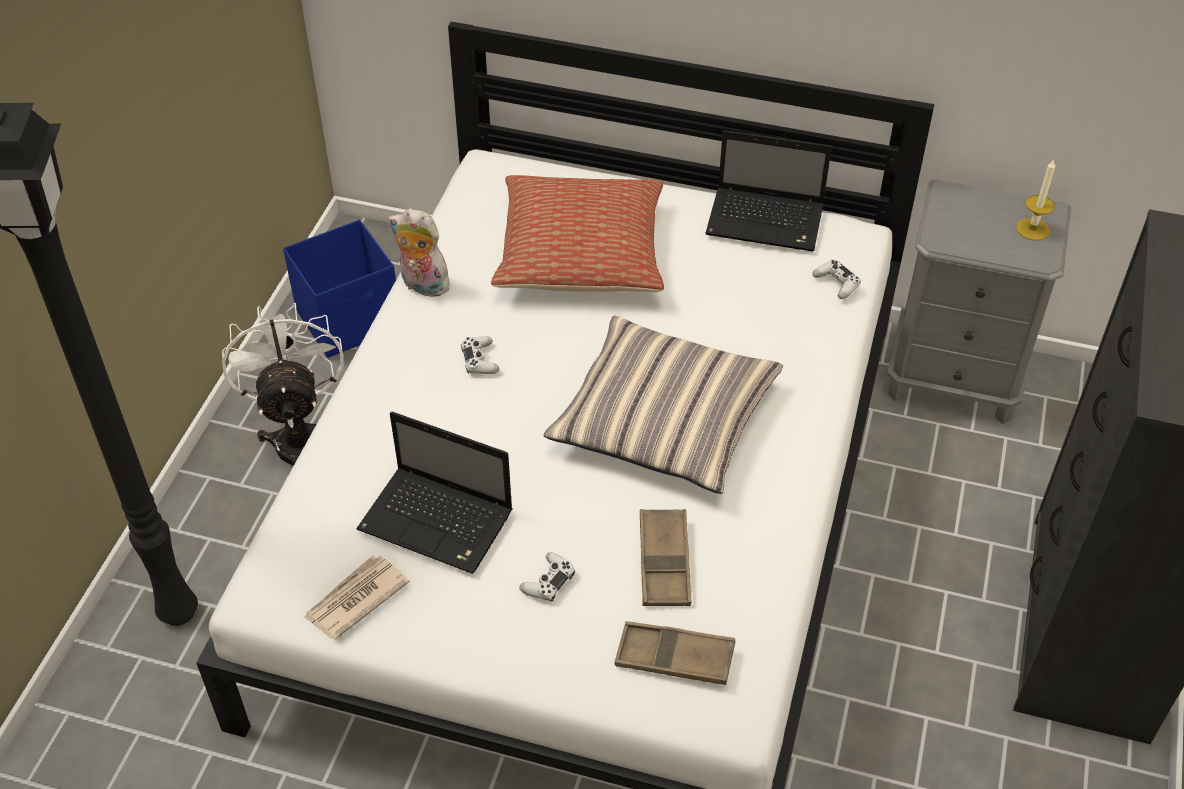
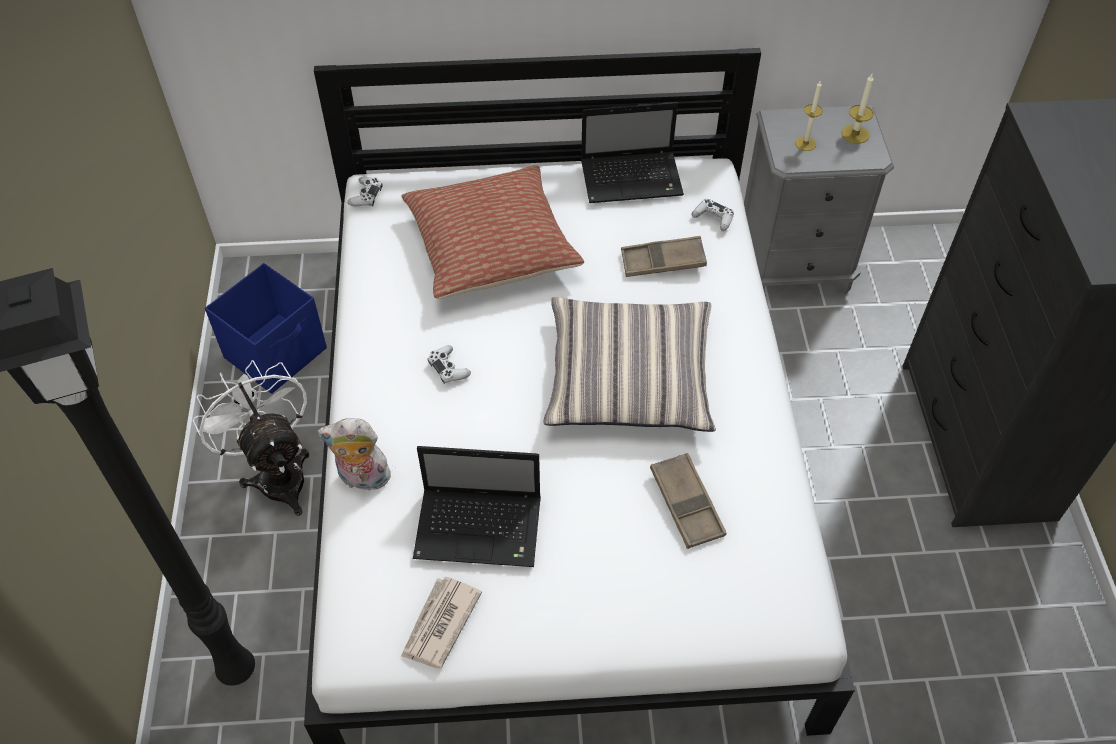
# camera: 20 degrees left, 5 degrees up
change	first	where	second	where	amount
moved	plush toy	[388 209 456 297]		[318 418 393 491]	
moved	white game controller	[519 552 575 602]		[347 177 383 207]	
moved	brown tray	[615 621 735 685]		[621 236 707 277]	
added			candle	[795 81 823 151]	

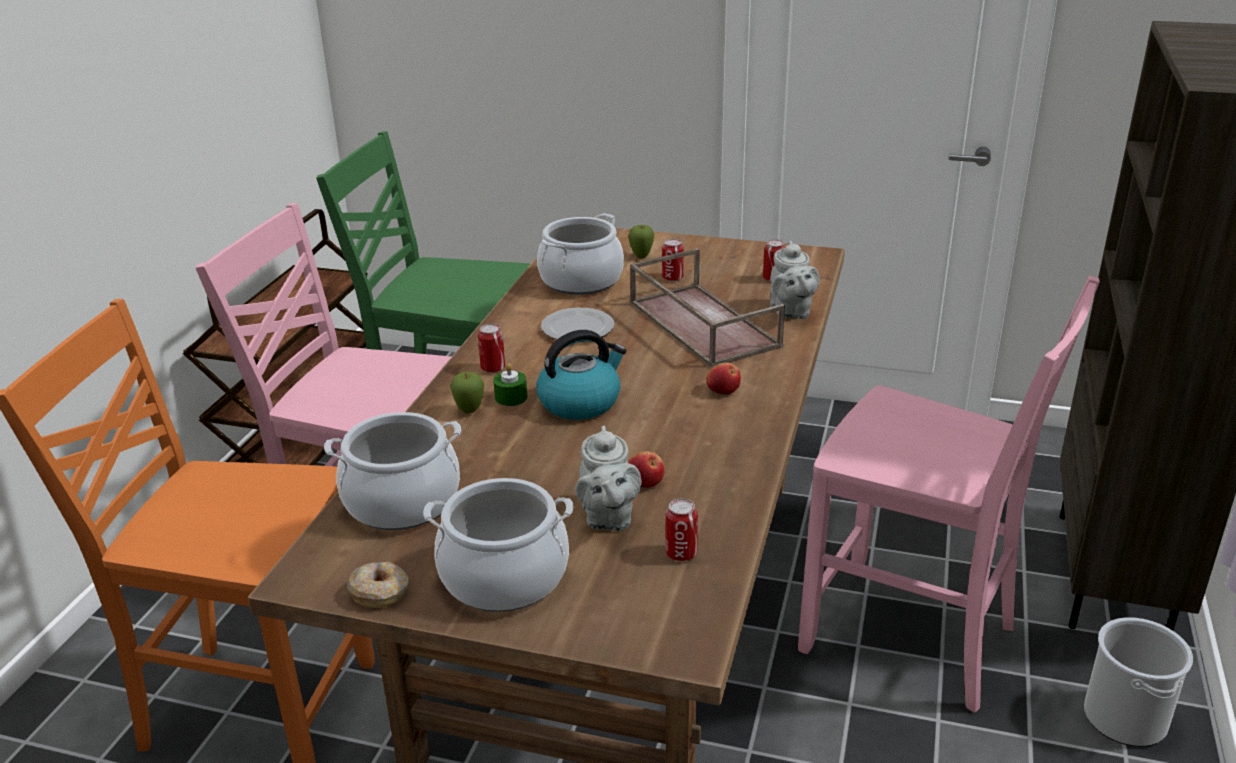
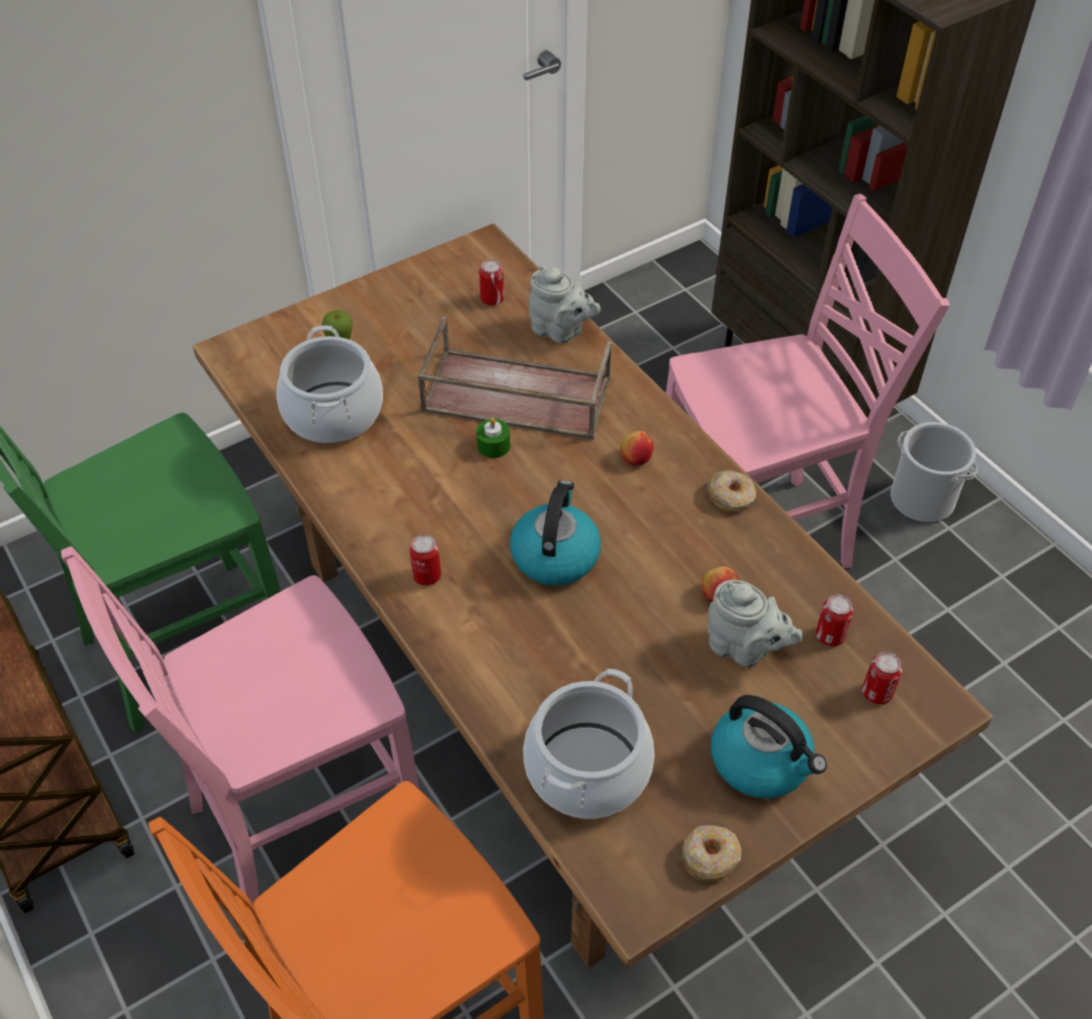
# camera: 50 degrees left, 20 degrees up
change	first	where	second	where	amount
moved	green candle	[493 363 528 406]		[476 418 510 458]	
added			donut	[707 470 756 512]	
replaced	cooking pot	[423 478 573 612]	kettle	[711 695 827 798]	
moved	can	[662 239 684 282]		[862 652 902 705]	
removed	apple	[450 372 484 413]			
removed	plate	[541 308 614 342]			

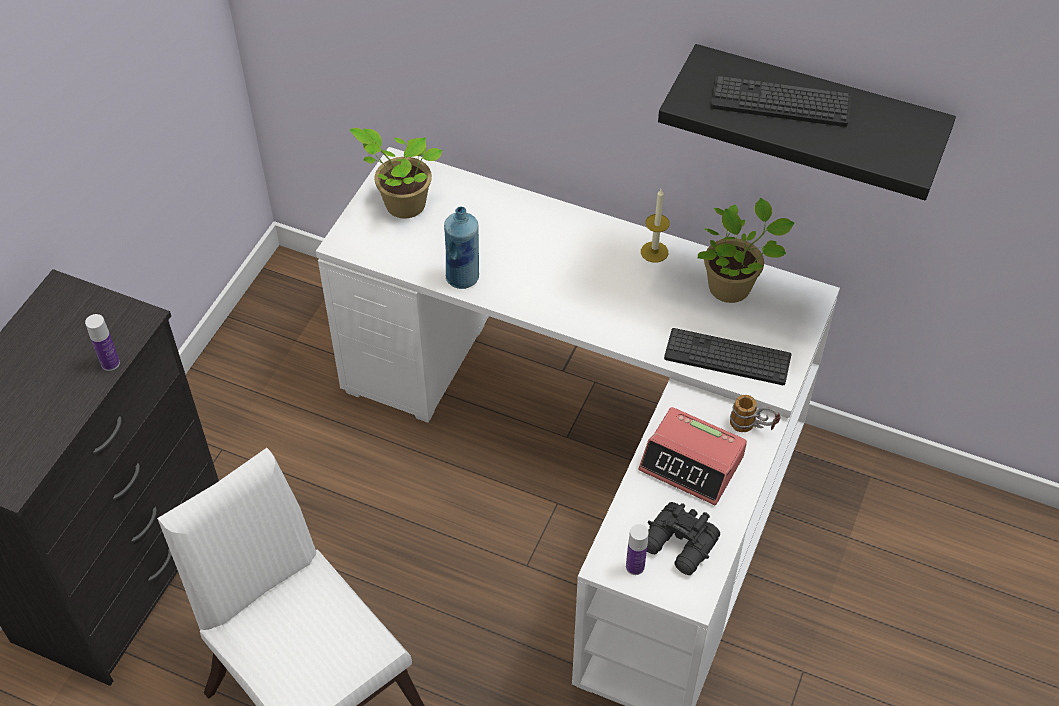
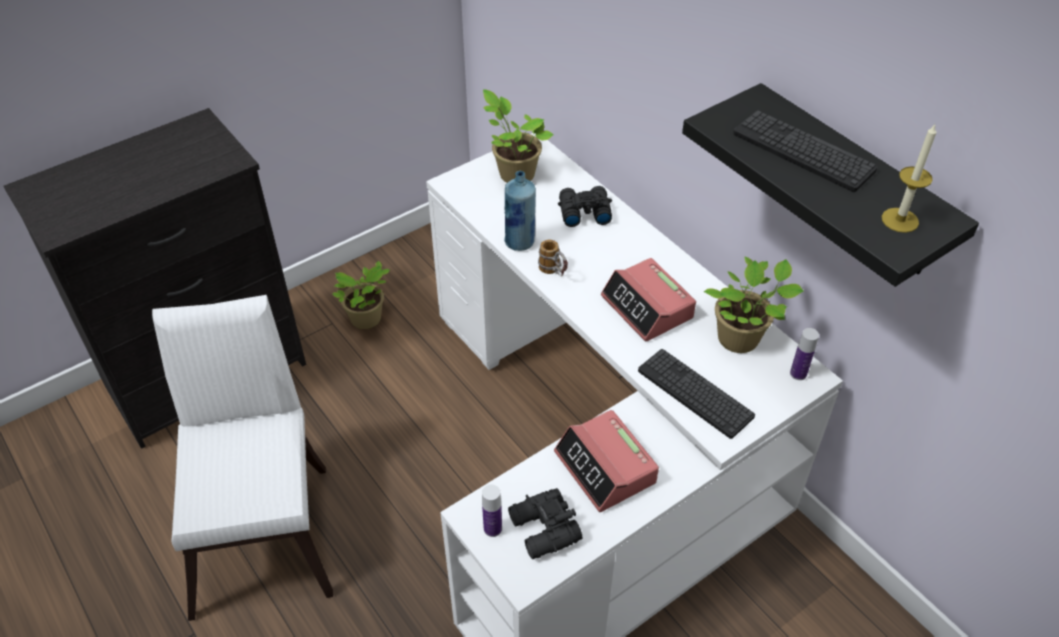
# camera: 30 degrees right, 5 degrees down
change	first	where	second	where	amount
added			potted plant	[332 261 390 329]	
moved	mug	[730 395 781 432]		[538 240 568 277]	
added			black binoculars	[558 186 612 227]	
added			alarm clock	[601 258 696 341]	
moved	bottle	[85 314 120 371]		[790 328 819 380]	
moved	candle	[641 189 670 263]		[882 125 937 233]	

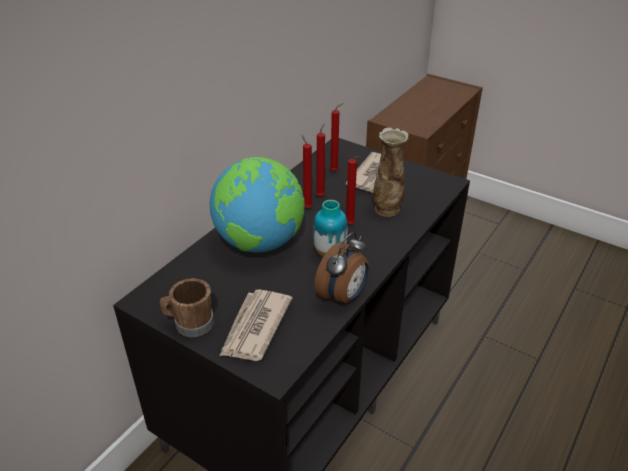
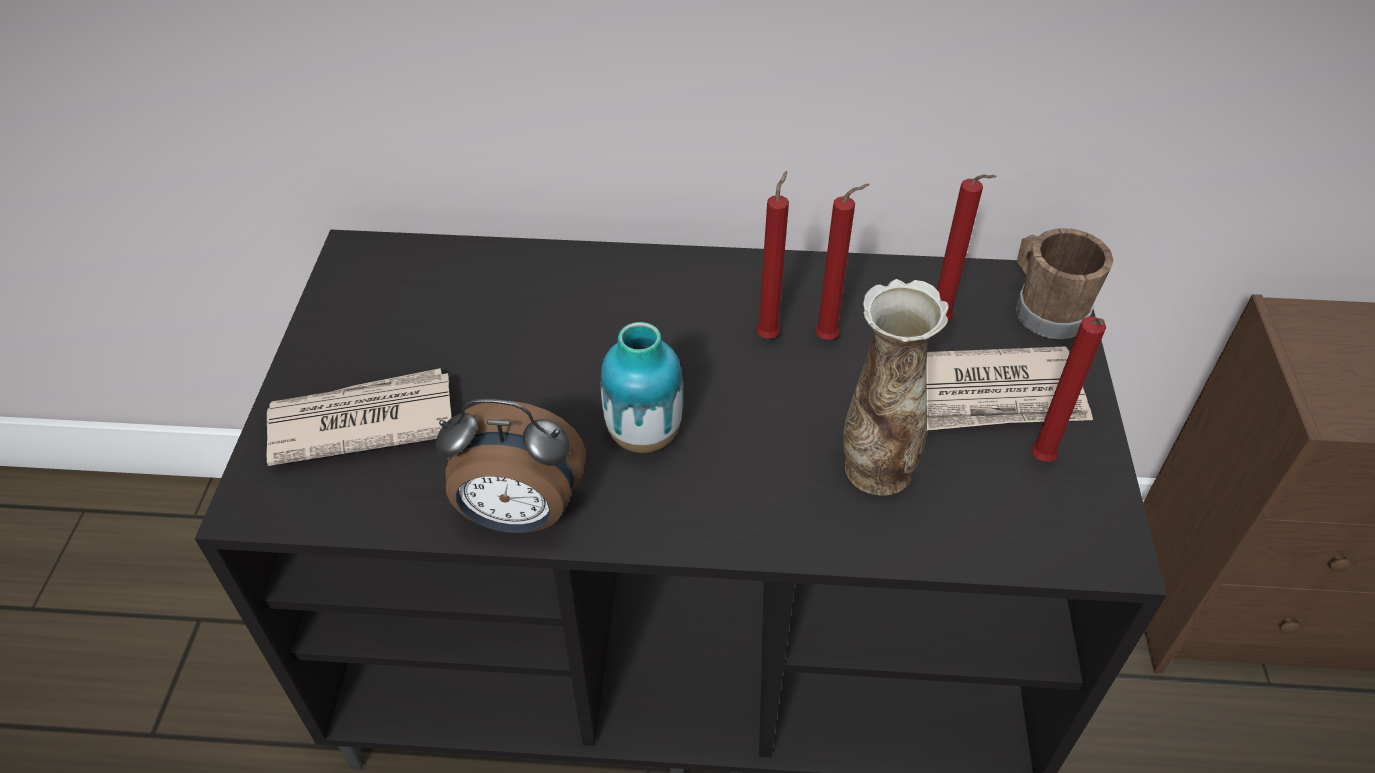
# camera: 60 degrees right, 10 degrees up
change	first	where	second	where	amount
moved	brown mug	[160 278 214 337]		[1016 228 1114 339]	
moved	red candle	[346 156 361 225]		[1031 317 1106 462]	
removed	globe	[210 157 305 252]			

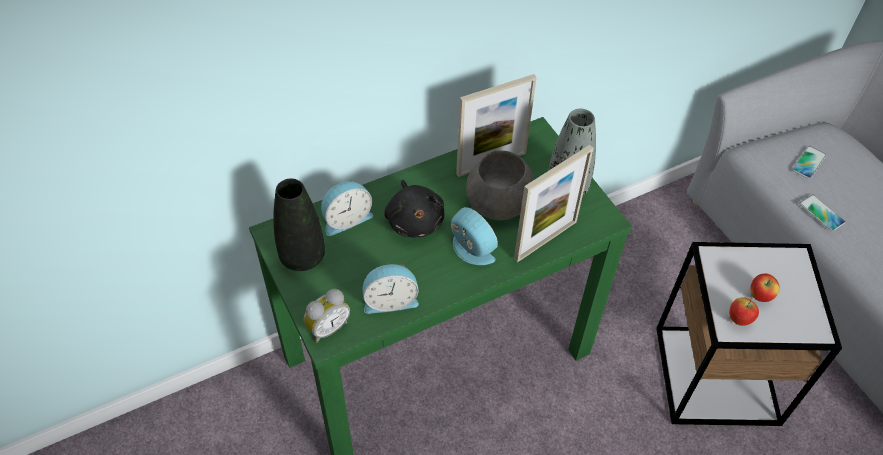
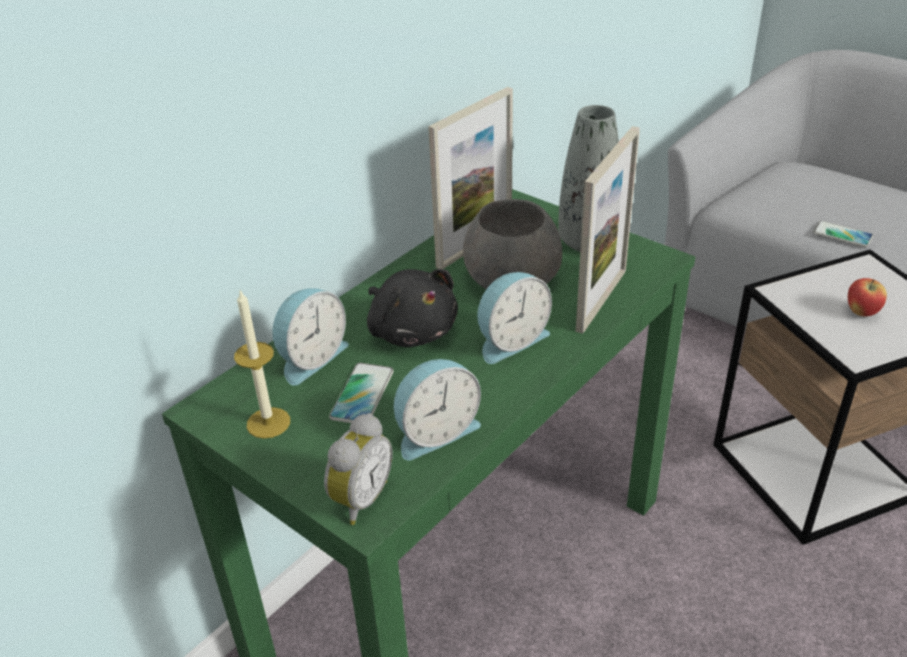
# camera: 20 degrees left, 15 degrees down
change	first	where	second	where	amount
replaced	black vase	[273 178 325 271]	candle	[234 290 290 439]	
moved	phone	[792 146 826 179]		[329 363 394 423]	
turned	alarm clock	[451 207 498 265]		[477 272 552 364]	120 degrees clockwise
removed	apple	[729 297 759 326]			

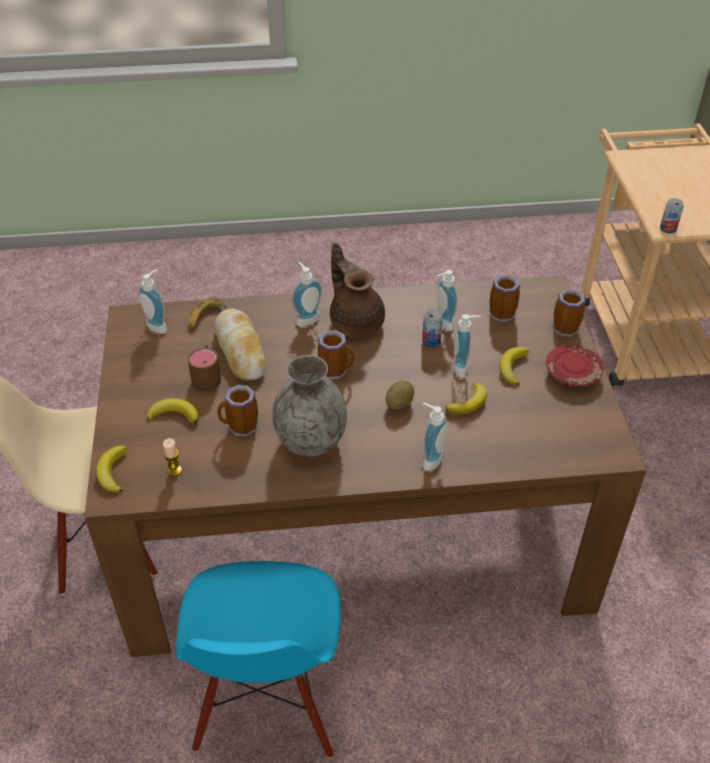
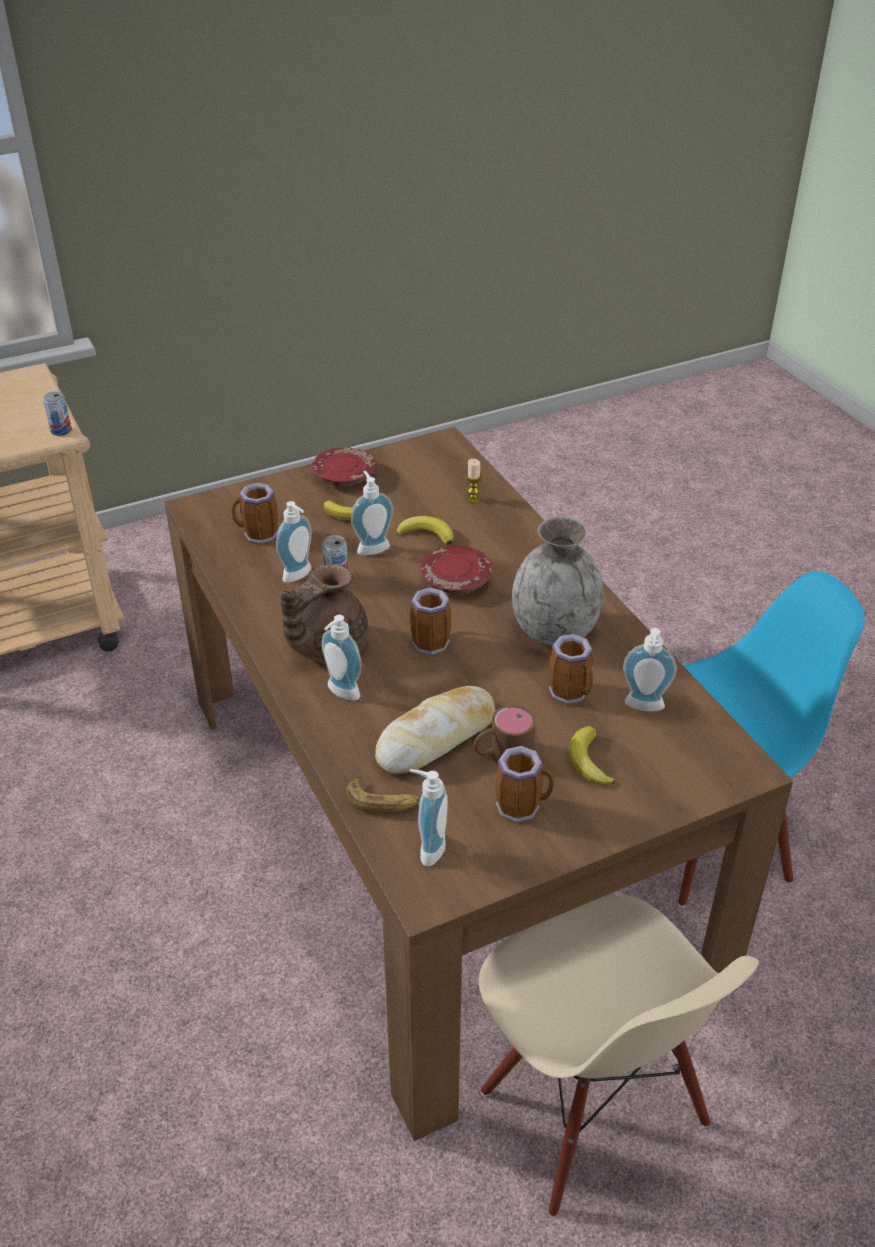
# camera: 110 degrees left, 5 degrees down
change	first	where	second	where	amount
replaced	potato	[386 381 414 410]	red plate	[421 546 492 594]	
moved	candle	[163 438 182 476]		[466 459 482 503]	
moved	mug	[553 289 586 337]		[495 746 554 823]	
moved	soap dispenser	[423 403 447 471]		[623 628 677 711]	
removed	banana	[96 445 127 493]			

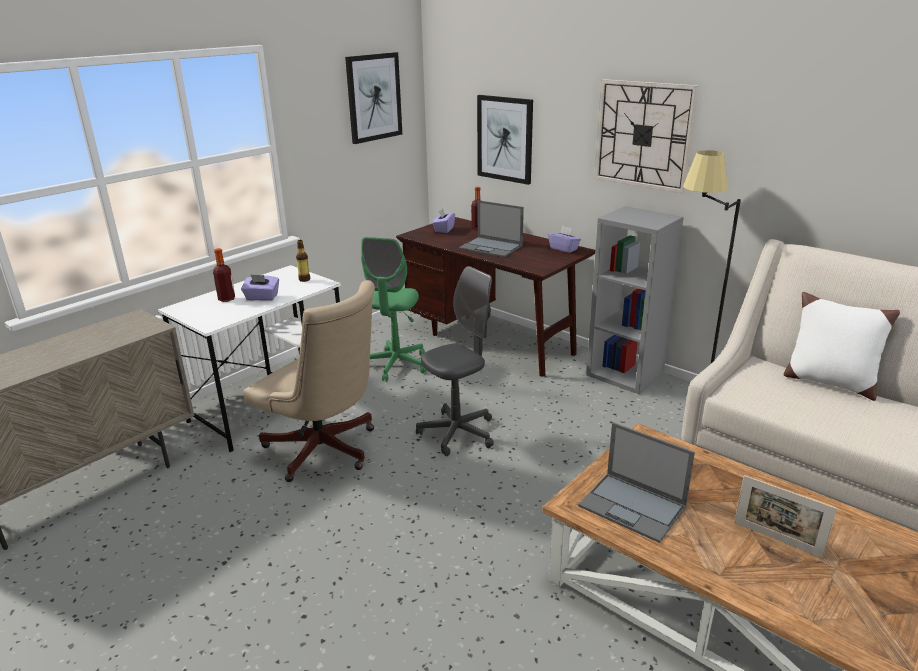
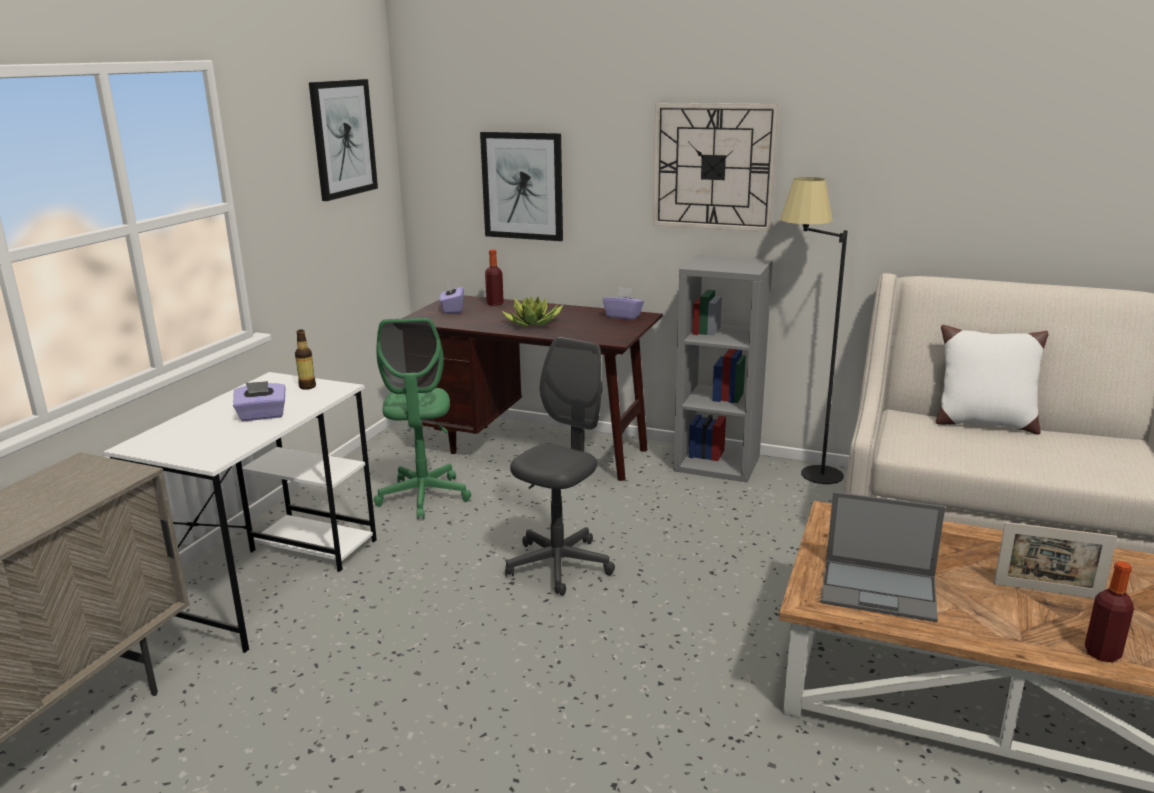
# camera: 20 degrees left, 5 degrees down
change	first	where	second	where	amount
replaced	laptop	[459 200 524 257]	potted plant	[502 296 564 327]	
moved	bottle	[213 248 235 302]		[1085 561 1134 662]	
removed	beige office chair	[243 280 375 482]			

